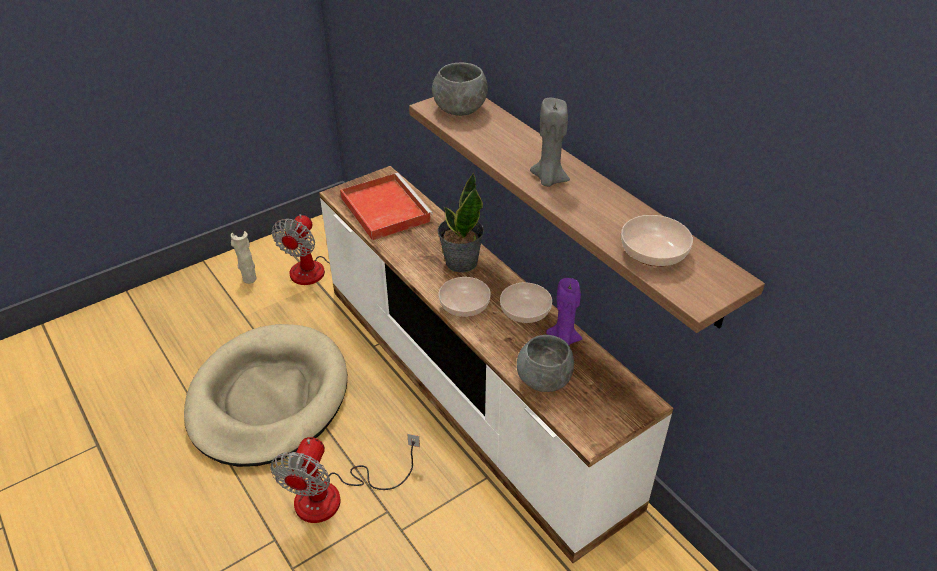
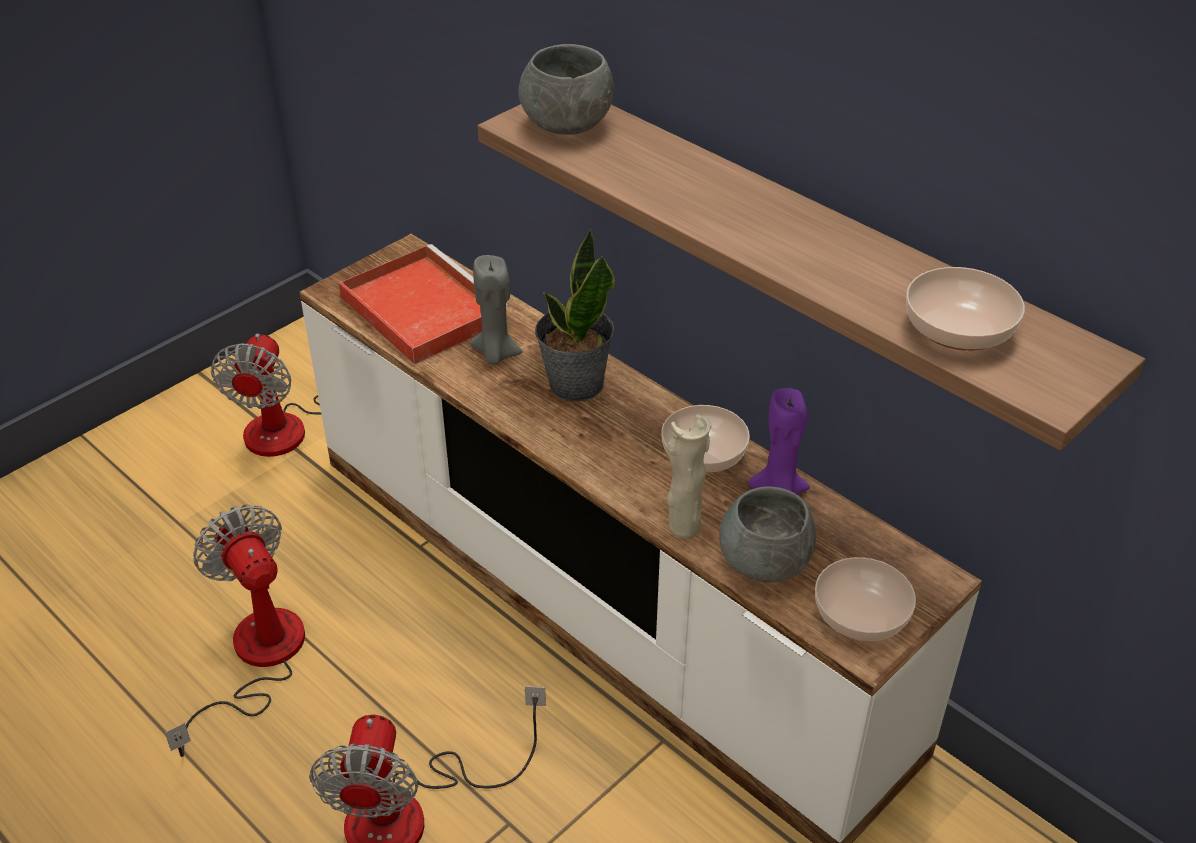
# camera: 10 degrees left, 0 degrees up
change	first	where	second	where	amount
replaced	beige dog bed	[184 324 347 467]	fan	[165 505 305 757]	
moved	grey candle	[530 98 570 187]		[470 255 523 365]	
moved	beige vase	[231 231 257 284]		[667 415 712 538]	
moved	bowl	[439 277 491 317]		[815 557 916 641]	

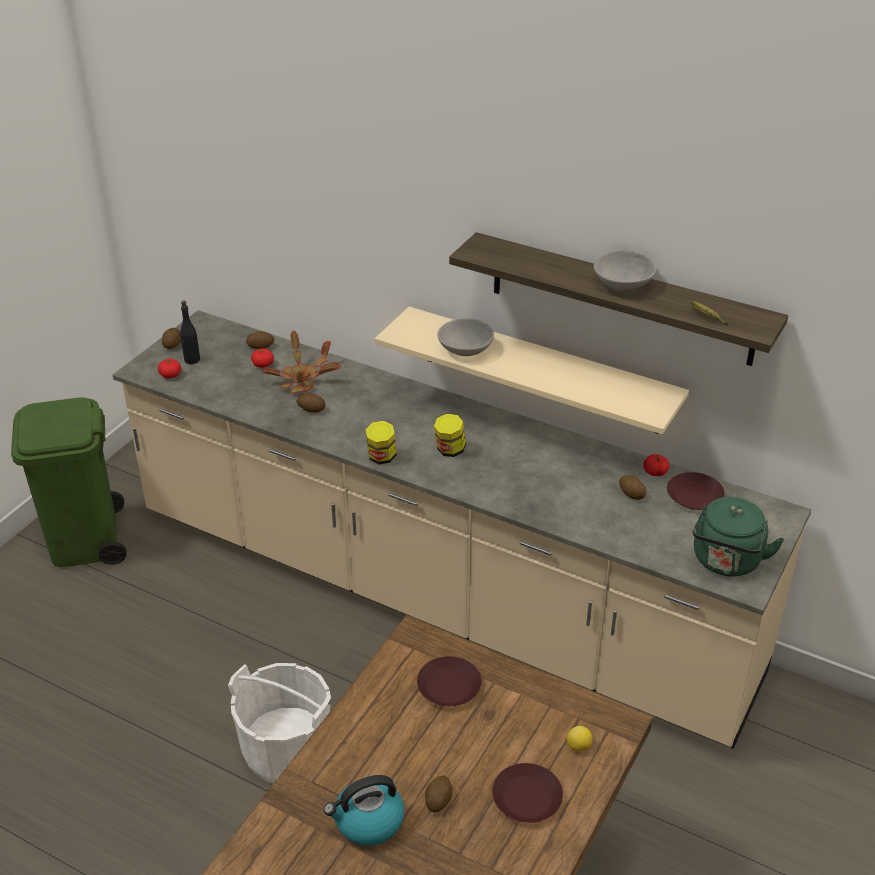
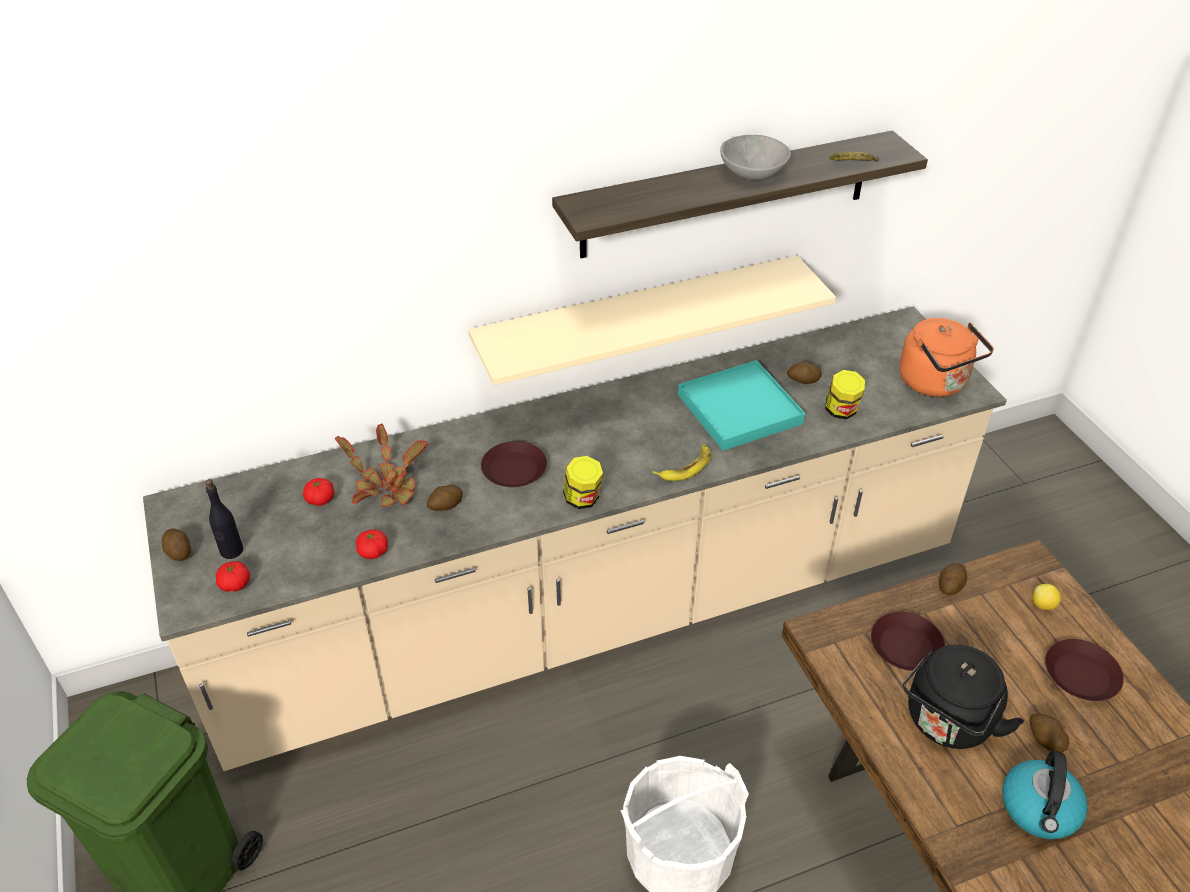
# camera: 50 degrees left, 5 degrees up
change	first	where	second	where	amount
moved	tomato	[643 454 669 476]		[356 529 388 559]	
moved	brown plate	[667 472 725 510]		[481 441 547 487]	
added			banana	[653 444 711 481]	
added			turquoise tray	[678 360 805 451]	
moved	jar	[434 414 466 457]		[825 370 865 419]	
recoloured	green kettle	[692 497 784 577]	orange kettle	[899 318 994 397]	
added			black kettle	[903 644 1024 749]	
moved	potato	[246 331 275 349]		[939 563 967 595]	
removed	grey bowl	[437 318 494 356]			

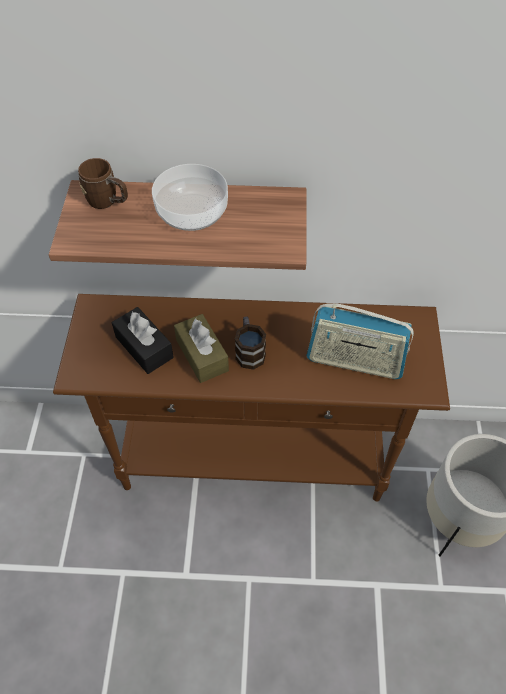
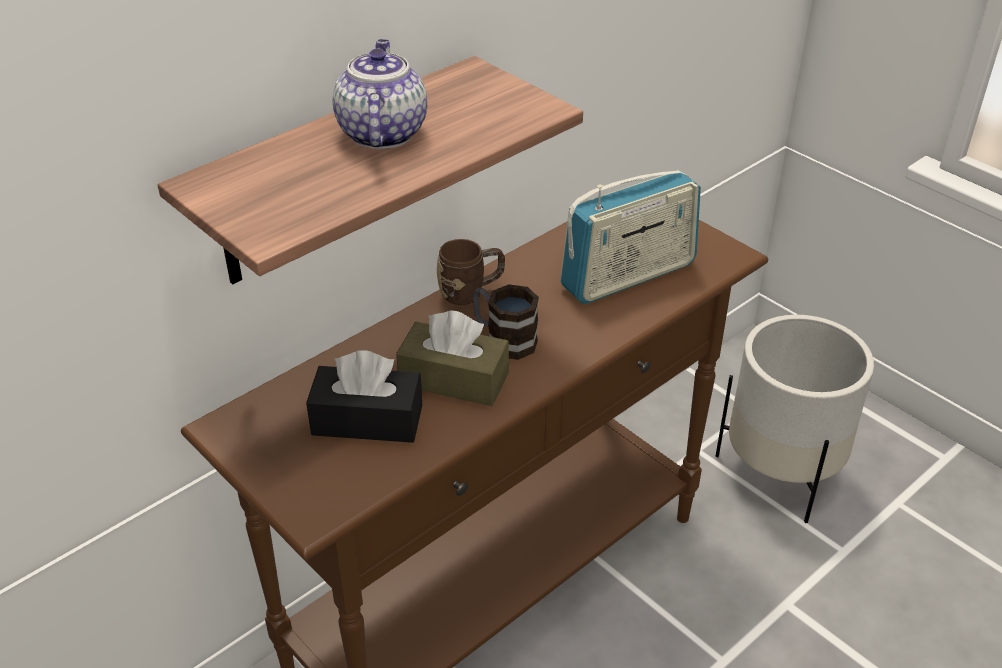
# camera: 45 degrees left, 15 degrees down
change	first	where	second	where	amount
replaced	bowl	[152 164 228 231]	teapot	[333 39 427 149]	
moved	brown mug	[78 158 128 209]		[437 239 505 305]	

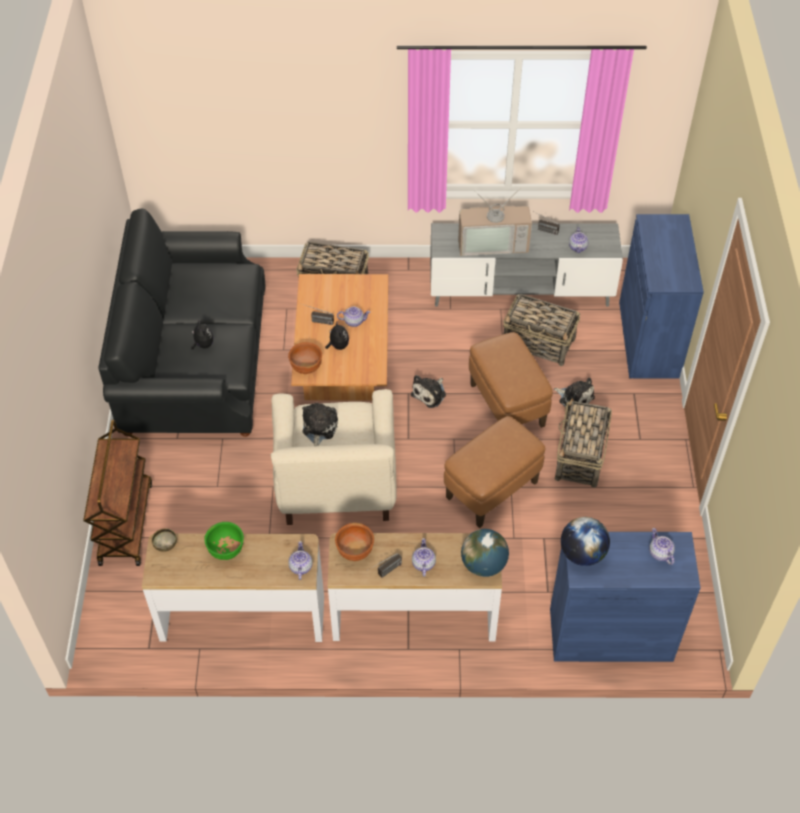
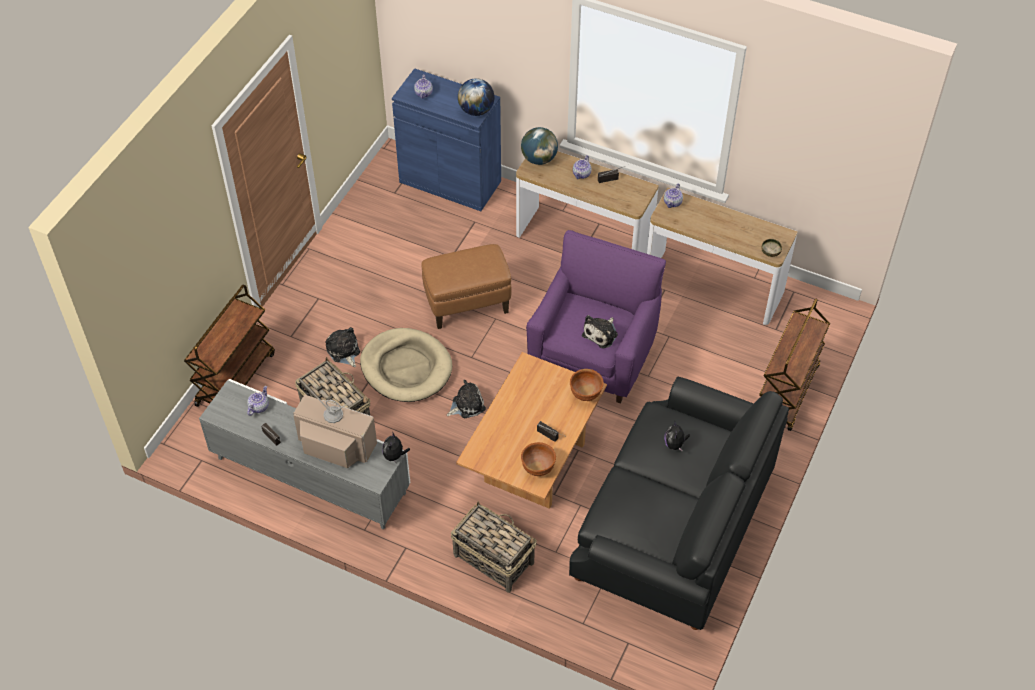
# camera: 155 degrees left, 0 degrees up
change	first	where	second	where	amount
replaced	blue cabinet	[619 214 704 378]	brown cart	[184 284 275 407]	
replaced	brown ottoman	[469 332 553 428]	beige dog bed	[360 328 452 402]	
moved	plush toy	[325 321 349 350]		[382 433 410 464]	
moved	brown bowl	[335 523 374 561]		[521 442 556 476]	
recoloured	beige armchair	[271 389 397 525]	purple armchair	[526 230 666 404]	
removed	green bowl	[204 522 244 560]			
removed	teapot	[337 307 370 327]			
removed	basket	[555 398 612 488]			

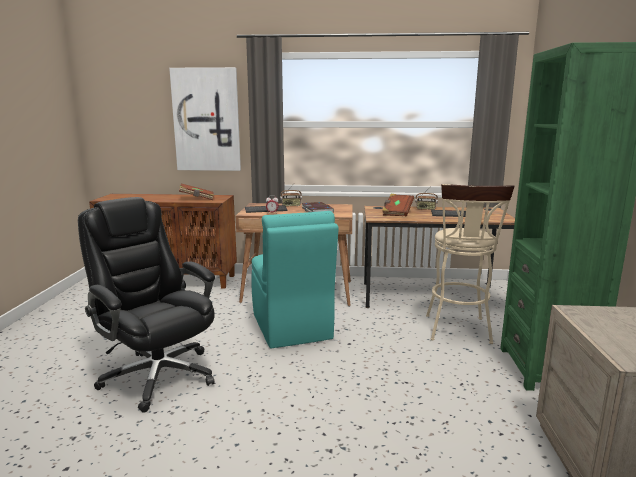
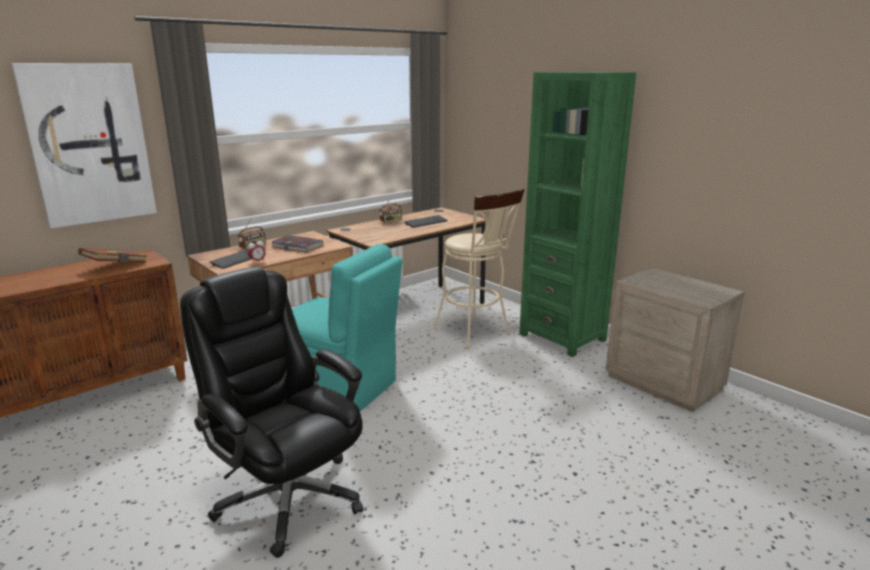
# camera: 45 degrees left, 5 degrees up
change	first	where	second	where	amount
turned	black office chair	[78 197 215 413]		[180 267 363 558]	45 degrees clockwise
removed	brown book	[382 194 414 216]			

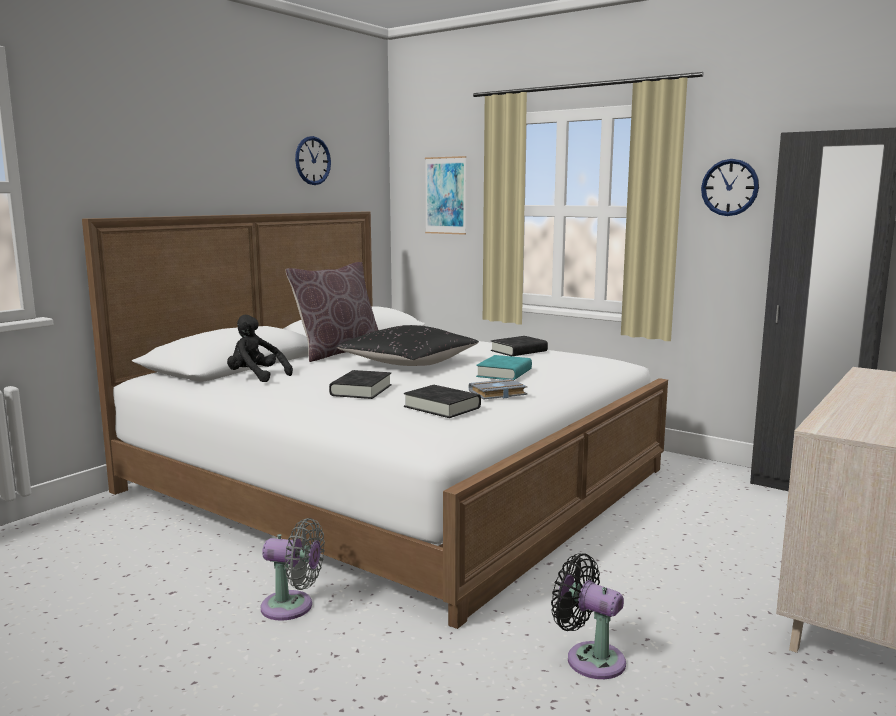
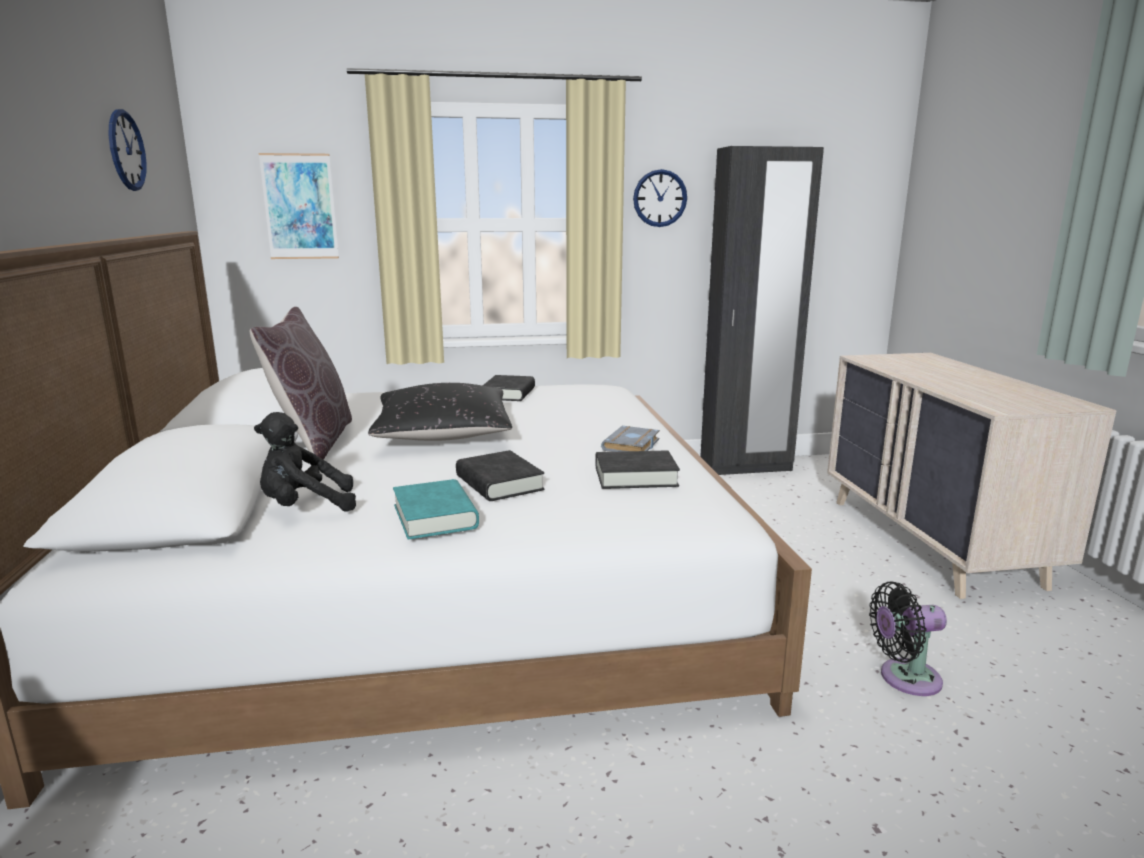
# camera: 45 degrees left, 5 degrees up
change	first	where	second	where	amount
moved	turquoise book	[476 355 532 380]		[393 479 479 540]	
removed	grey fan	[261 518 325 621]			

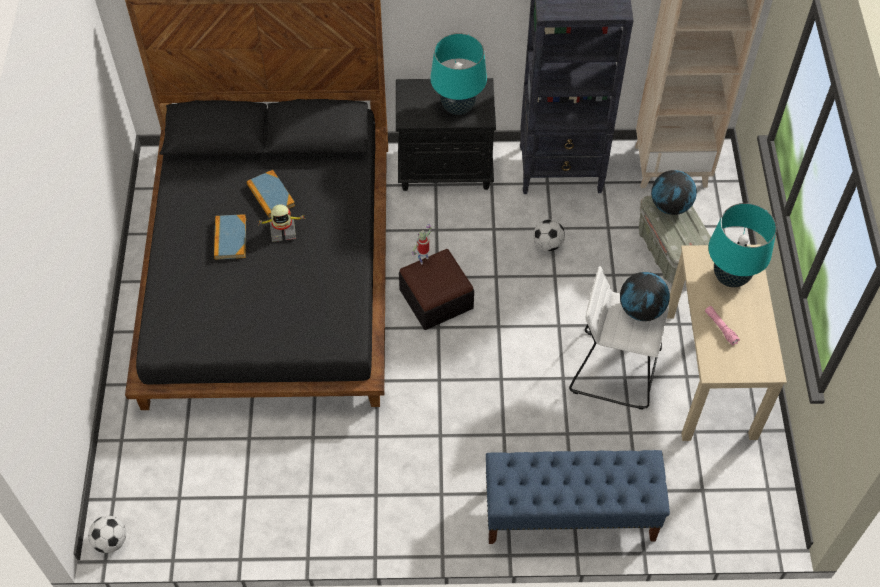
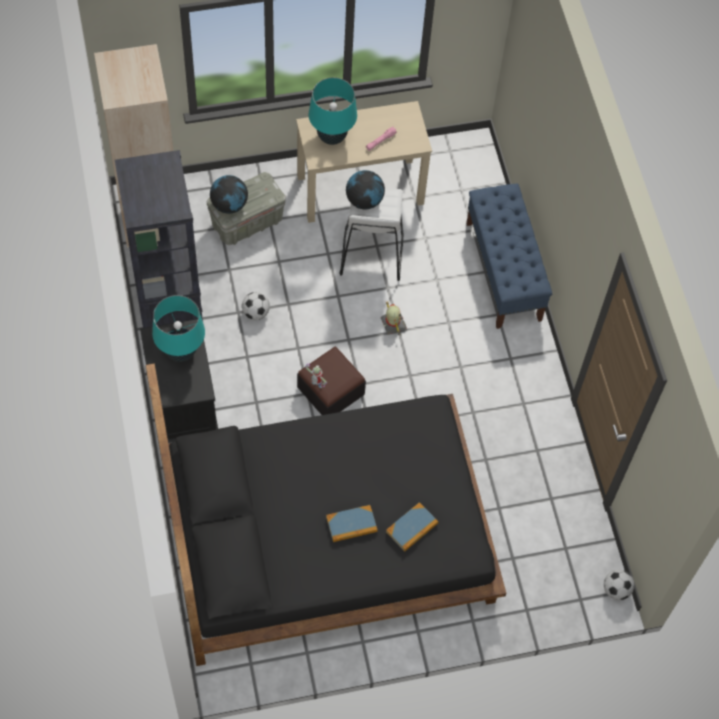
# camera: 105 degrees left, 5 degrees up
change	first	where	second	where	amount
moved	toy robot	[258 204 304 242]		[381 301 407 335]	
moved	book	[247 170 295 218]		[386 502 439 551]	

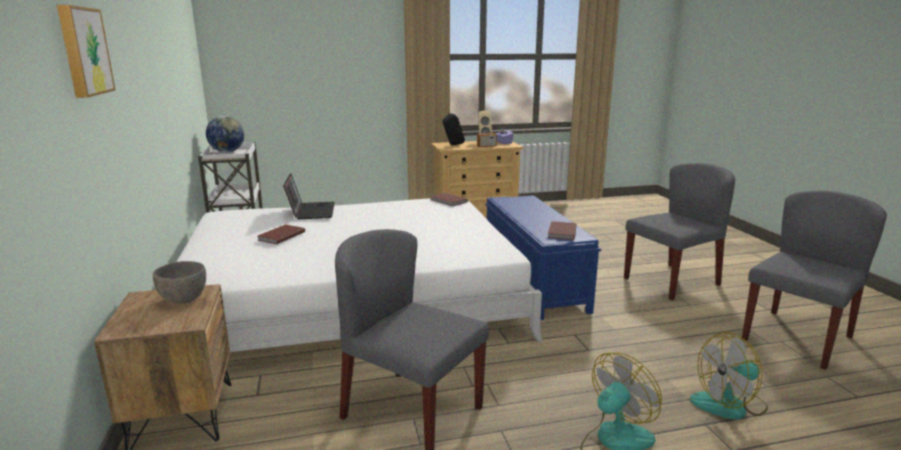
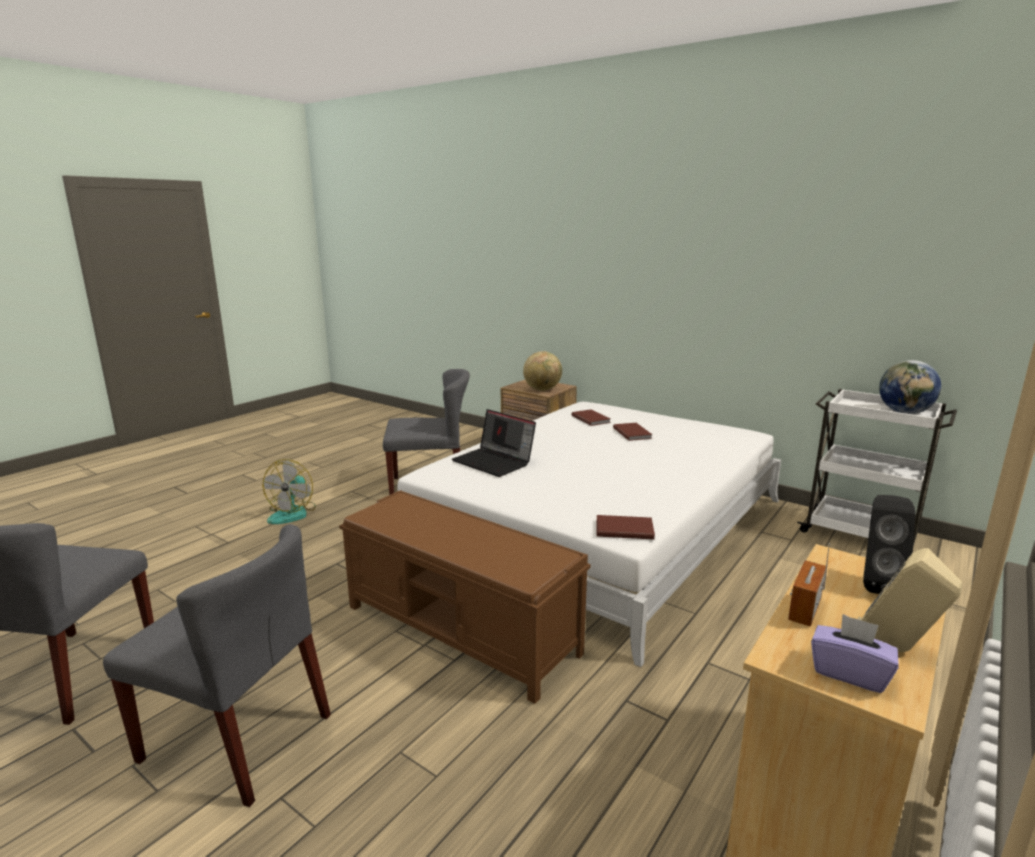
# camera: 140 degrees right, 0 degrees up
change	first	where	second	where	amount
turned	grey chair	[624 163 735 301]		[103 524 331 807]	90 degrees counterclockwise
recoloured	blue bench	[485 196 601 320]	brown bench	[339 490 591 704]	
moved	laptop	[283 173 335 219]		[452 409 536 477]	
replaced	grey bowl	[153 261 206 304]	globe	[523 351 562 391]	
moved	brown book	[548 221 576 240]		[571 409 610 426]	
removed	picture	[57 5 115 98]			
removed	fan	[690 332 768 420]			

